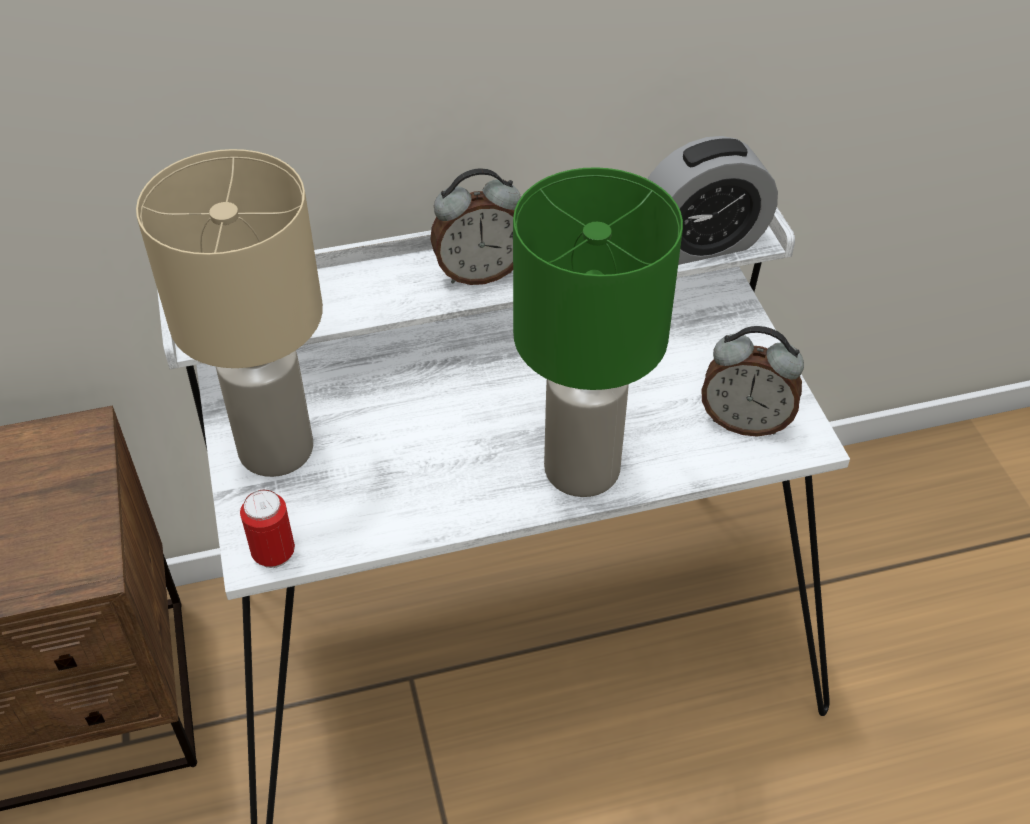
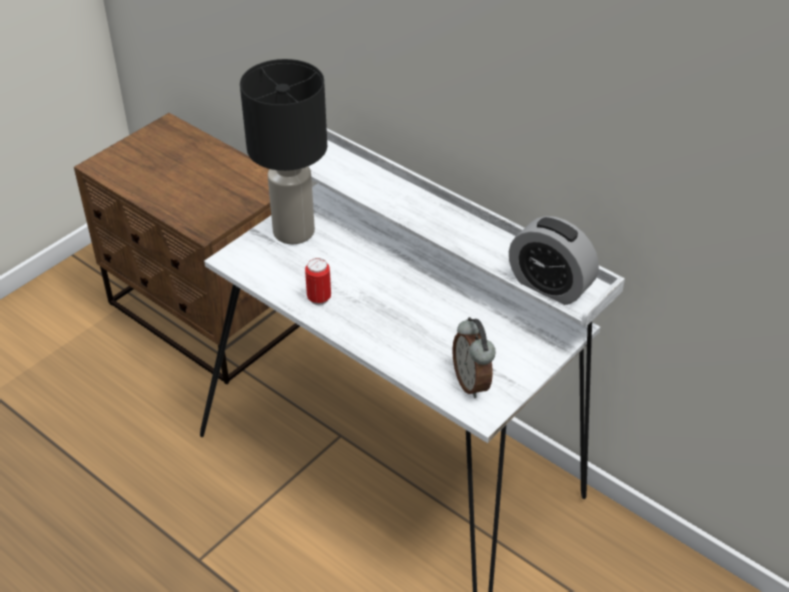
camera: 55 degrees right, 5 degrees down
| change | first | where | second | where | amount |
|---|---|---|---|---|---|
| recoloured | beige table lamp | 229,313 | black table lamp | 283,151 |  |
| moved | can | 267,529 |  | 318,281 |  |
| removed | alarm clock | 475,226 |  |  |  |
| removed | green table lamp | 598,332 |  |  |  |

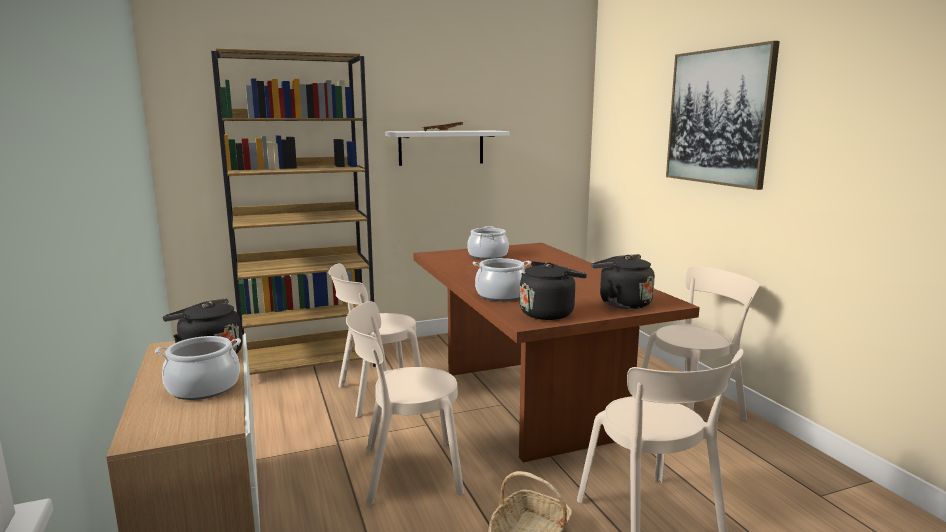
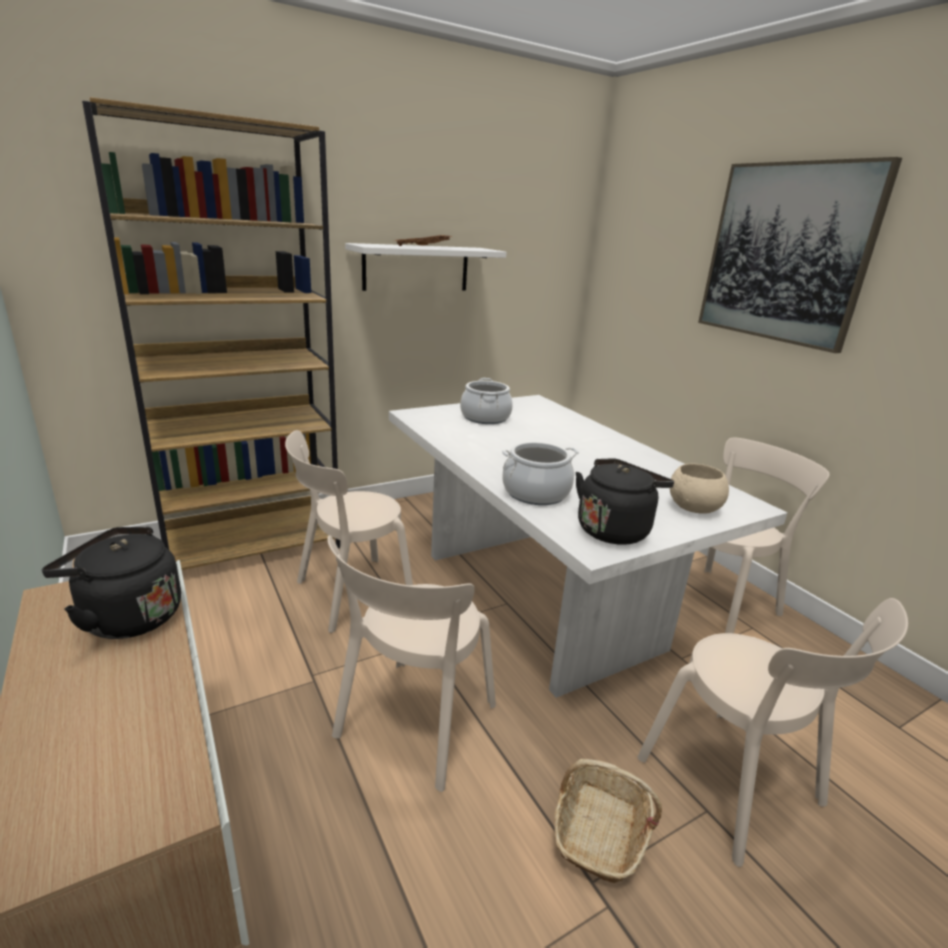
camera: 10 degrees left, 10 degrees up
| change | first | where | second | where | amount |
|---|---|---|---|---|---|
| turned | beige chair | 405,403 |  | 411,664 | 45 degrees counterclockwise |
| recoloured | brown dining table | 556,352 | white dining table | 588,546 |  |
| replaced | black kettle | 623,281 | beige bowl | 699,489 |  |
| removed | cooking pot | 198,368 |  |  |  |

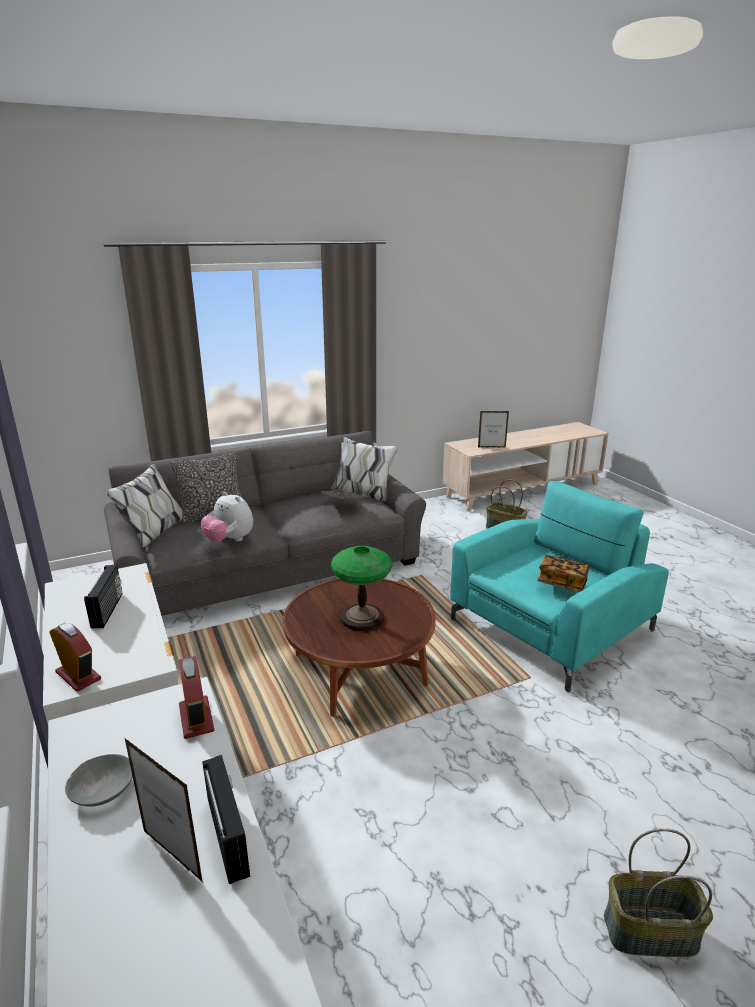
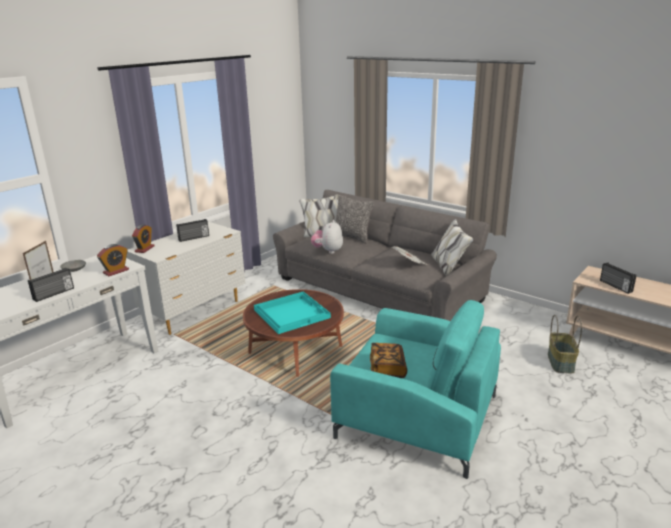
camera: 65 degrees right, 0 degrees up
| change | first | where | second | where | amount |
|---|---|---|---|---|---|
| replaced | table lamp | 361,588 | turquoise tray | 292,312 |  |
| replaced | picture frame | 493,429 | radio | 618,278 |  |
| removed | basket | 658,892 |  |  |  |

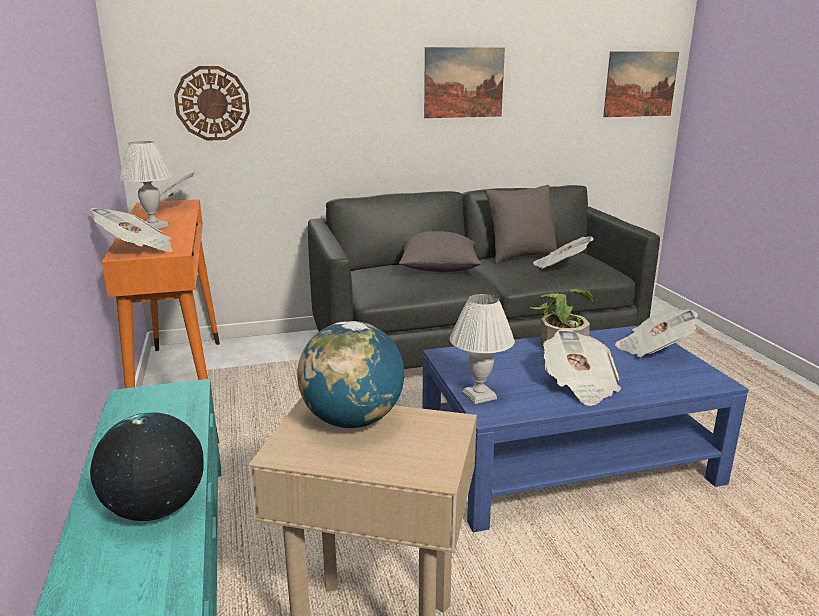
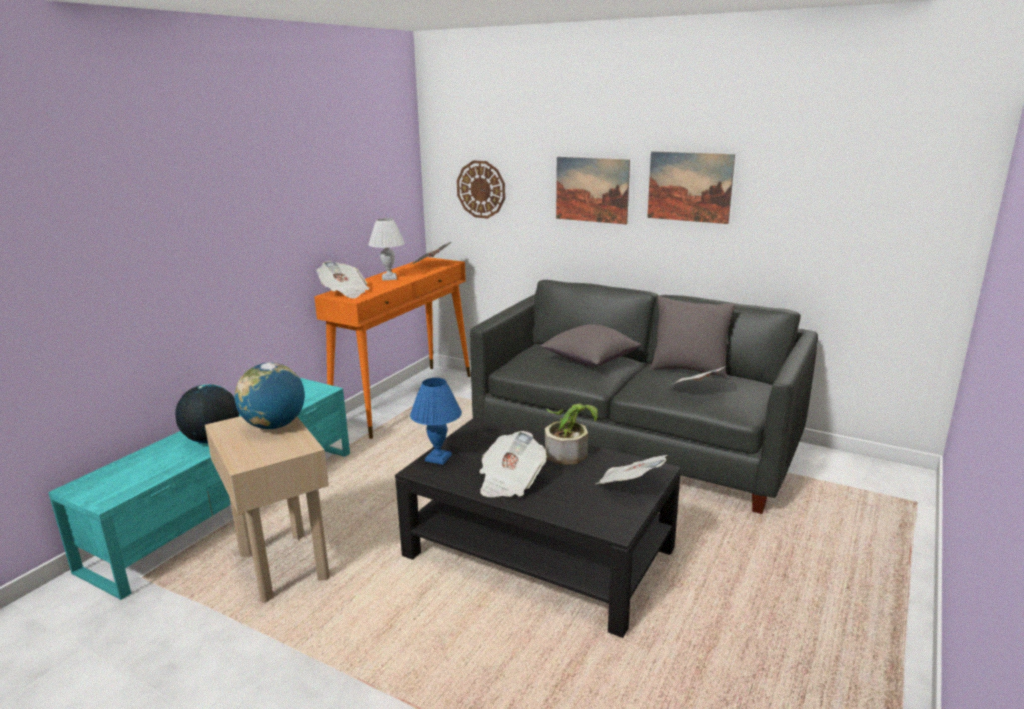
camera: 45 degrees right, 0 degrees up
| change | first | where | second | where | amount |
|---|---|---|---|---|---|
| recoloured | blue coffee table | 585,428 | black coffee table | 538,527 |  |
| recoloured | white table lamp | 482,349 | blue table lamp | 436,421 |  |
| moved | picture | 641,84 |  | 593,191 |  |

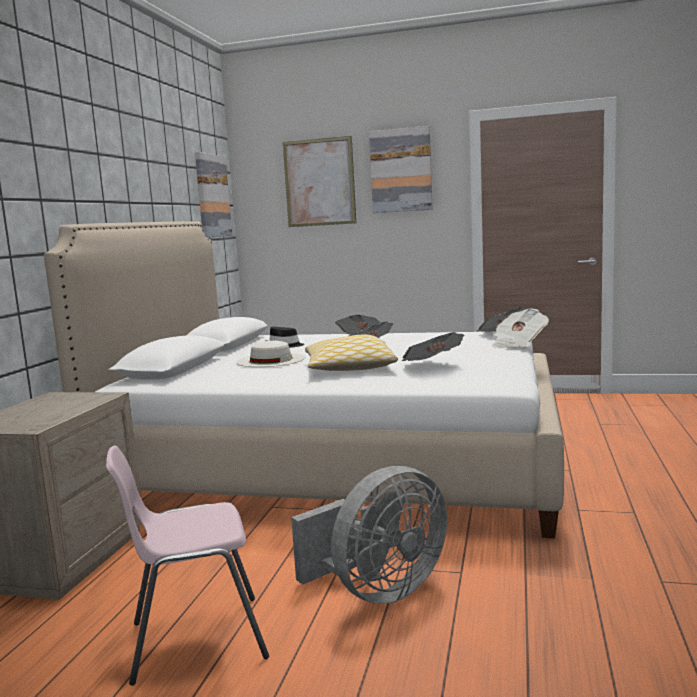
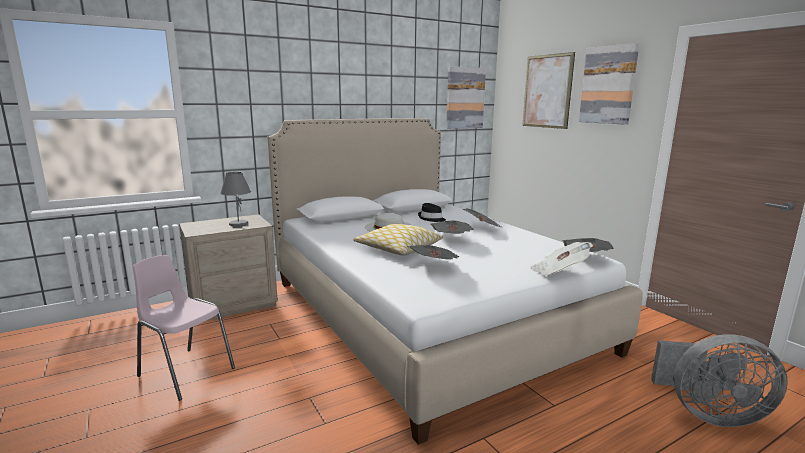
camera: 45 degrees right, 5 degrees up
| change | first | where | second | where | amount |
|---|---|---|---|---|---|
| added |  |  | grey table lamp | 235,199 |  |
| moved | grey fan | 369,535 |  | 719,380 |  |

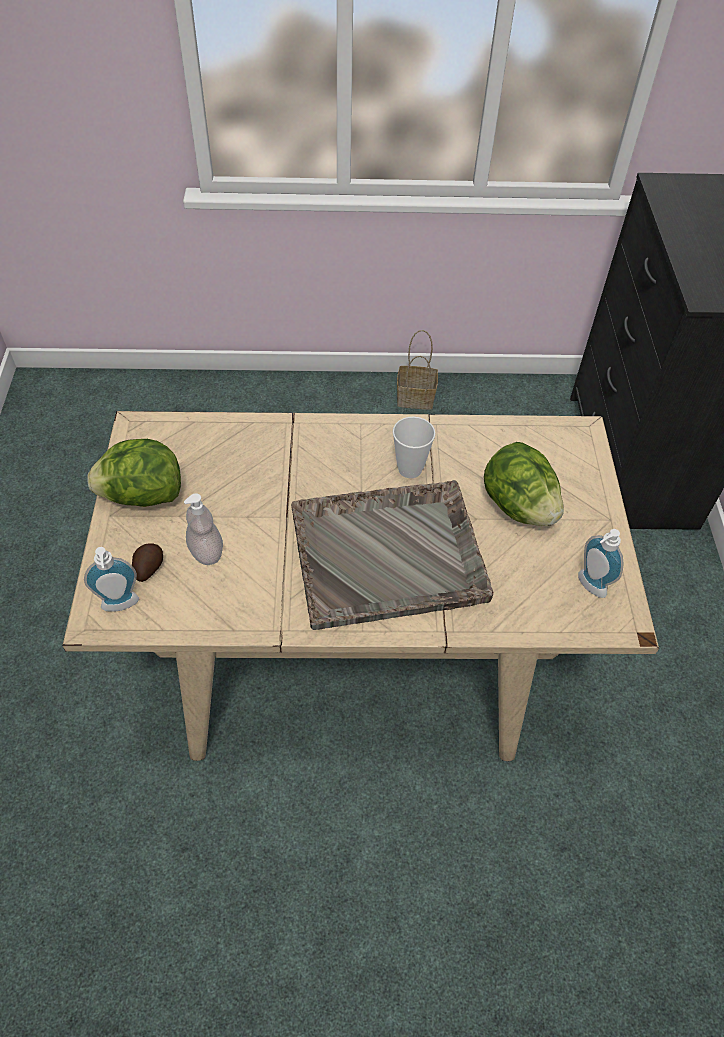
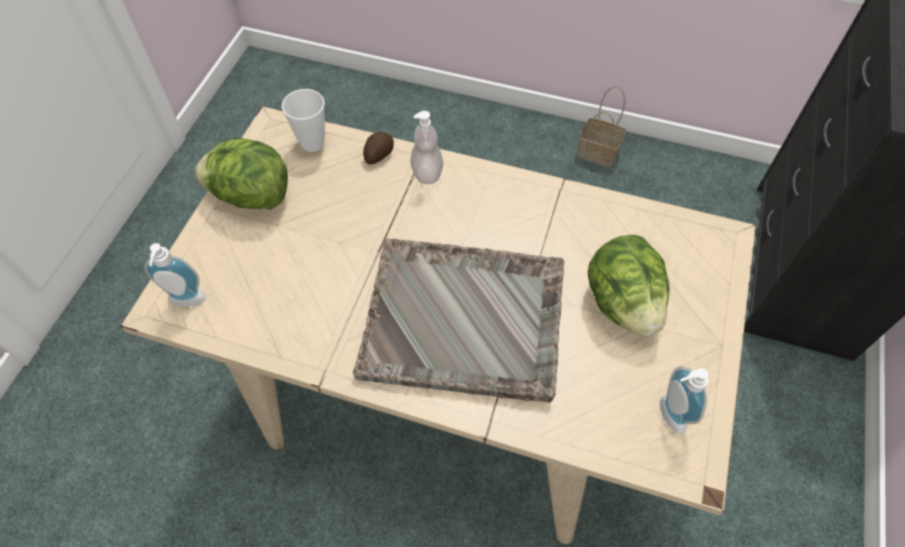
camera: 20 degrees right, 5 degrees up
| change | first | where | second | where | amount |
|---|---|---|---|---|---|
| moved | cup | 414,447 |  | 303,120 |  |
| moved | potato | 147,562 |  | 378,148 |  |
| moved | soap dispenser | 203,529 |  | 427,147 |  |

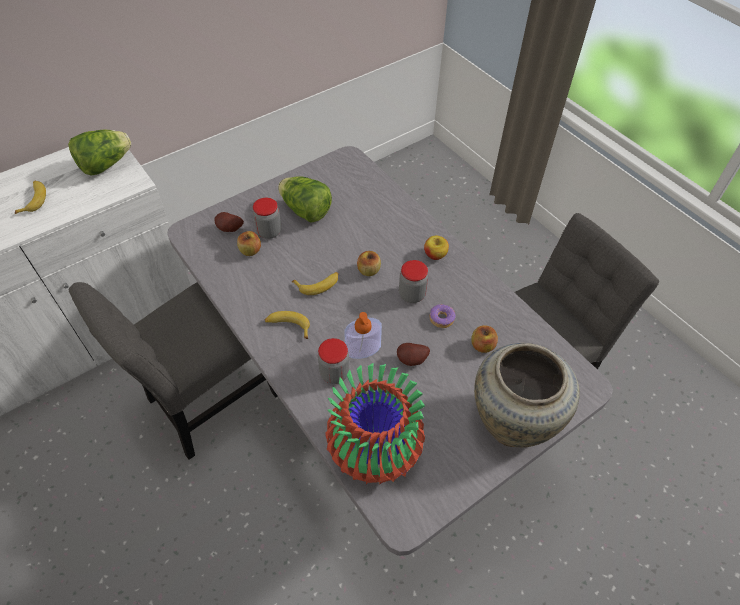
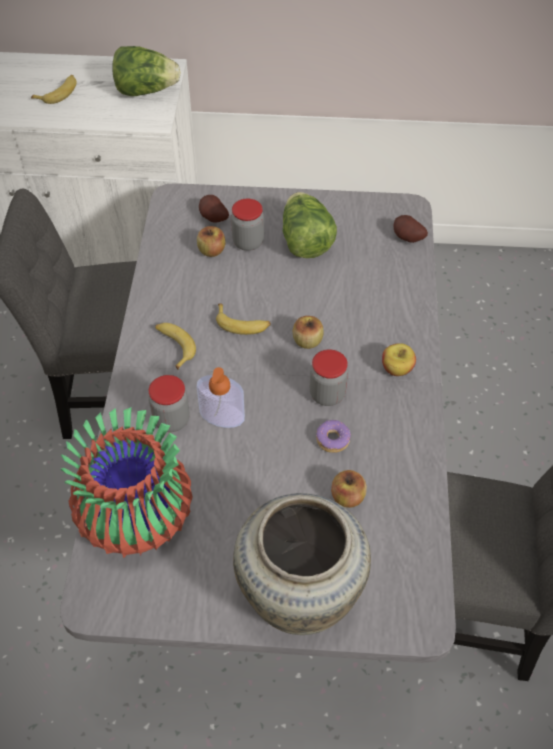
camera: 40 degrees right, 0 degrees up
| change | first | where | second | where | amount |
|---|---|---|---|---|---|
| moved | potato | 413,354 |  | 410,229 |  |

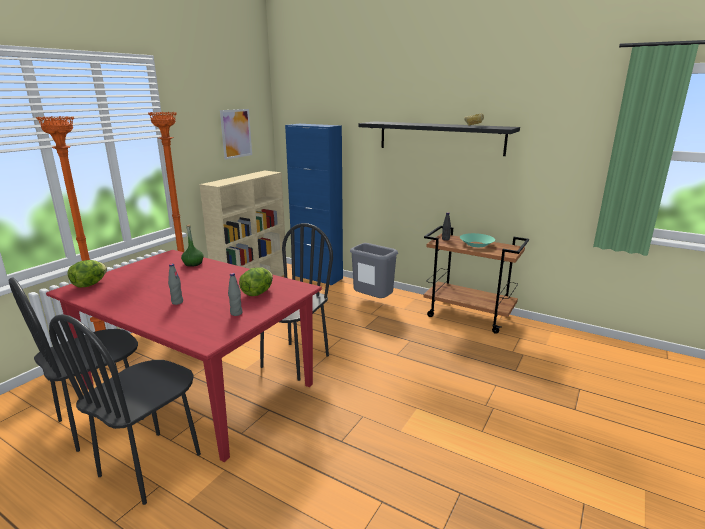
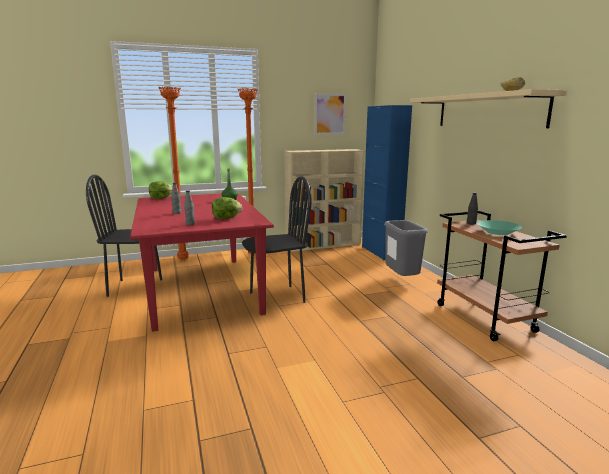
camera: 40 degrees right, 5 degrees down
| change | first | where | second | where | amount |
|---|---|---|---|---|---|
| recoloured | black shelf | 439,138 | beige shelf | 488,108 |  |
| removed | black chair | 125,409 |  |  |  |

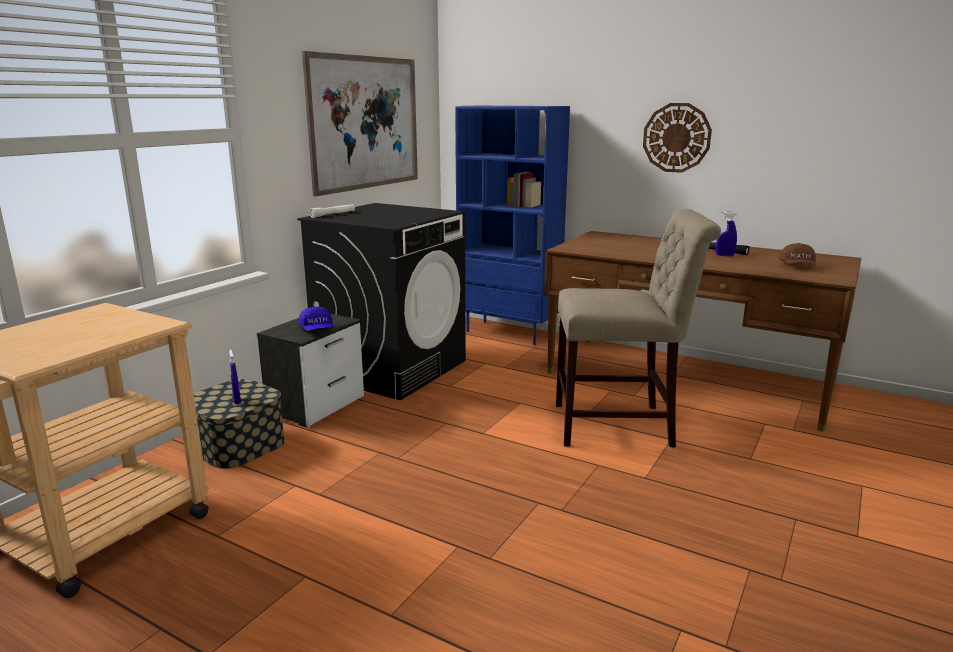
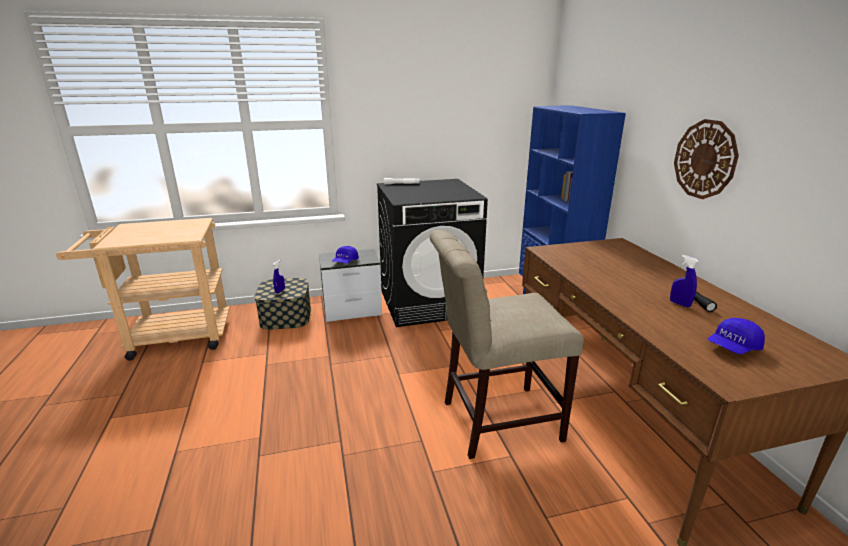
camera: 45 degrees right, 5 degrees up
| change | first | where | second | where | amount |
|---|---|---|---|---|---|
| turned | beige chair | 638,328 |  | 507,344 | 120 degrees clockwise |
| recoloured | brown cap | 797,254 | blue cap | 736,336 |  |
| removed | picture | 360,123 |  |  |  |

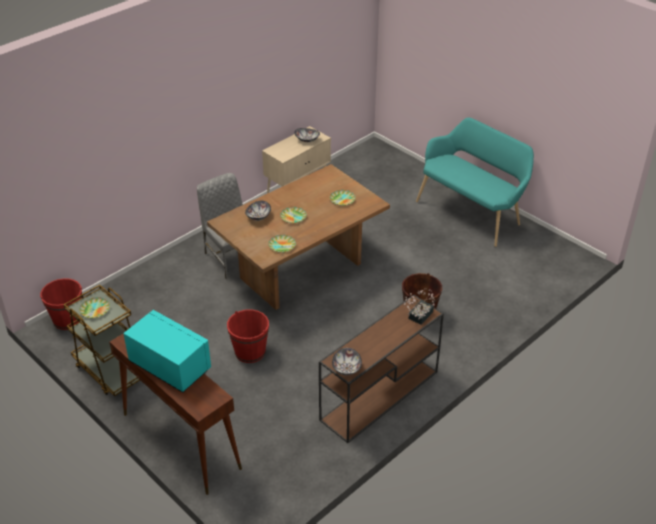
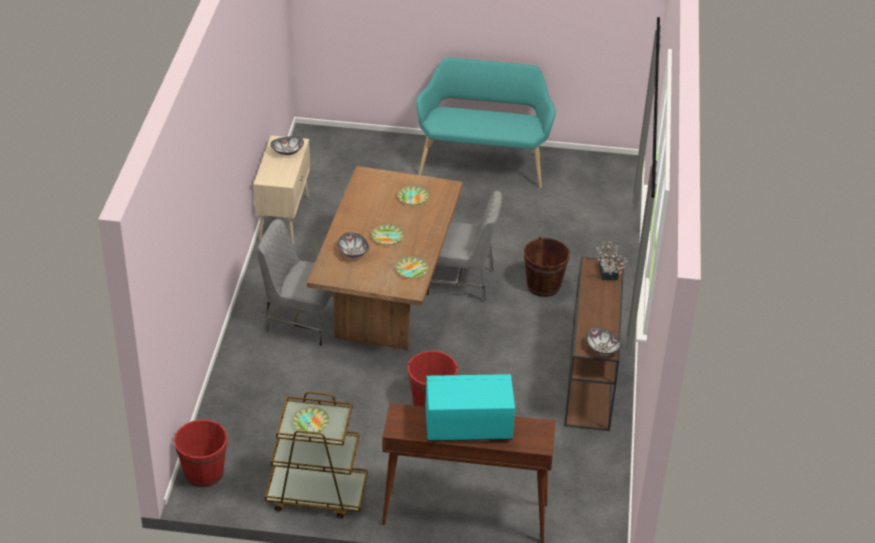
camera: 40 degrees left, 0 degrees up
| change | first | where | second | where | amount |
|---|---|---|---|---|---|
| added |  |  | grey chair | 465,246 |  |

